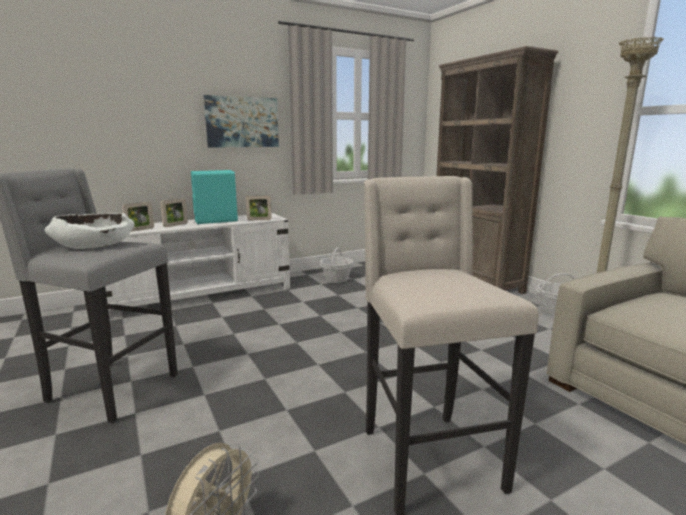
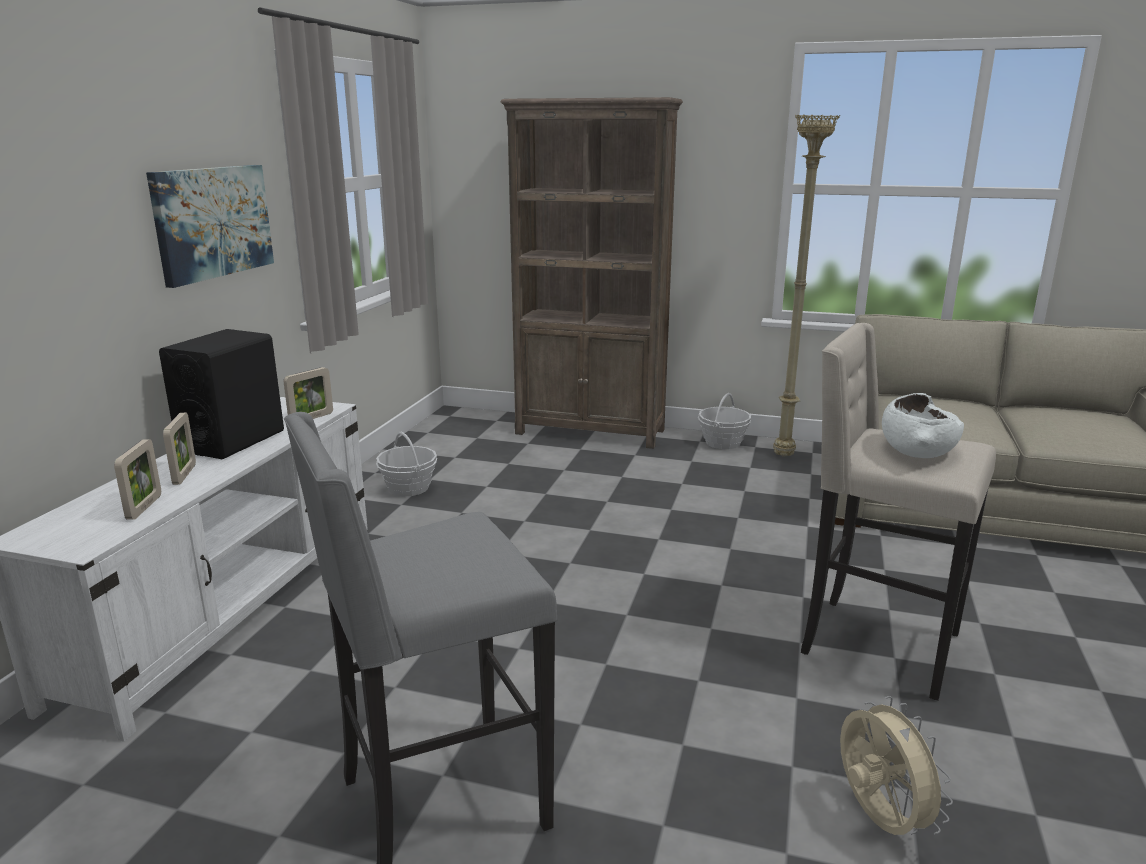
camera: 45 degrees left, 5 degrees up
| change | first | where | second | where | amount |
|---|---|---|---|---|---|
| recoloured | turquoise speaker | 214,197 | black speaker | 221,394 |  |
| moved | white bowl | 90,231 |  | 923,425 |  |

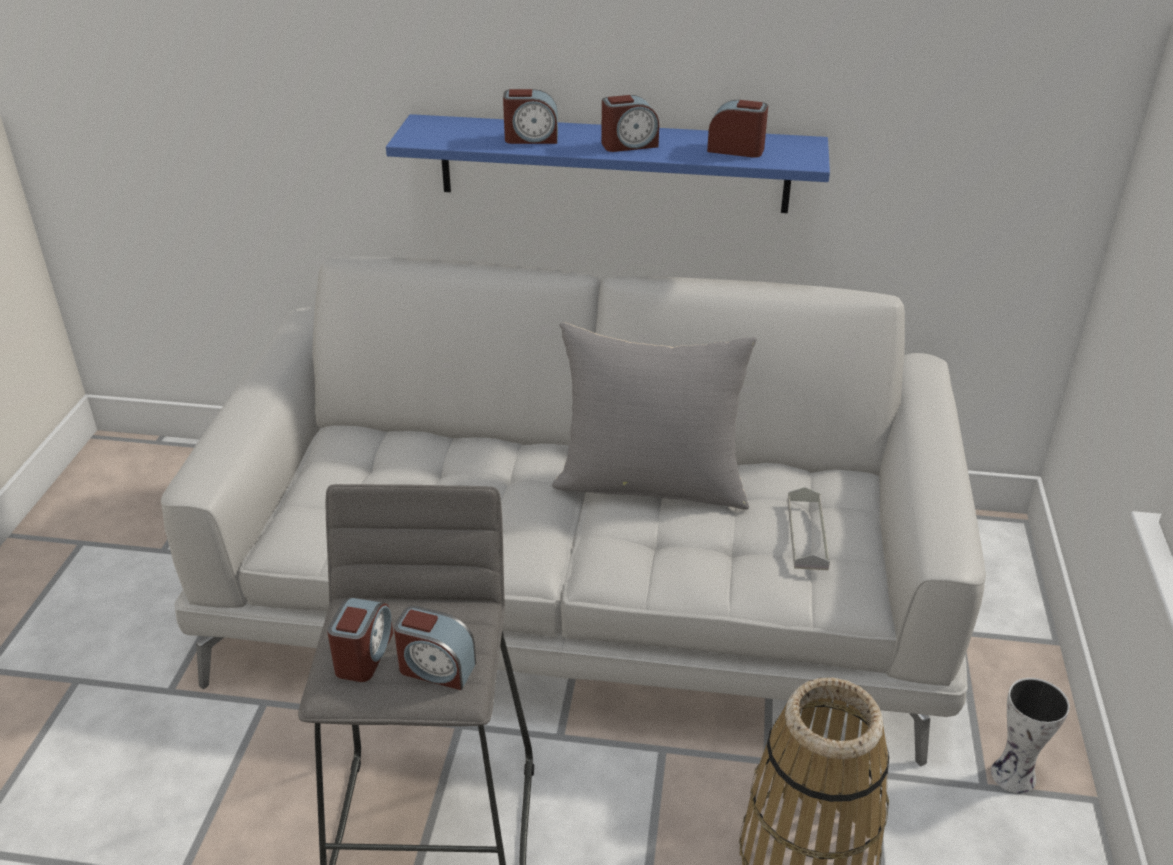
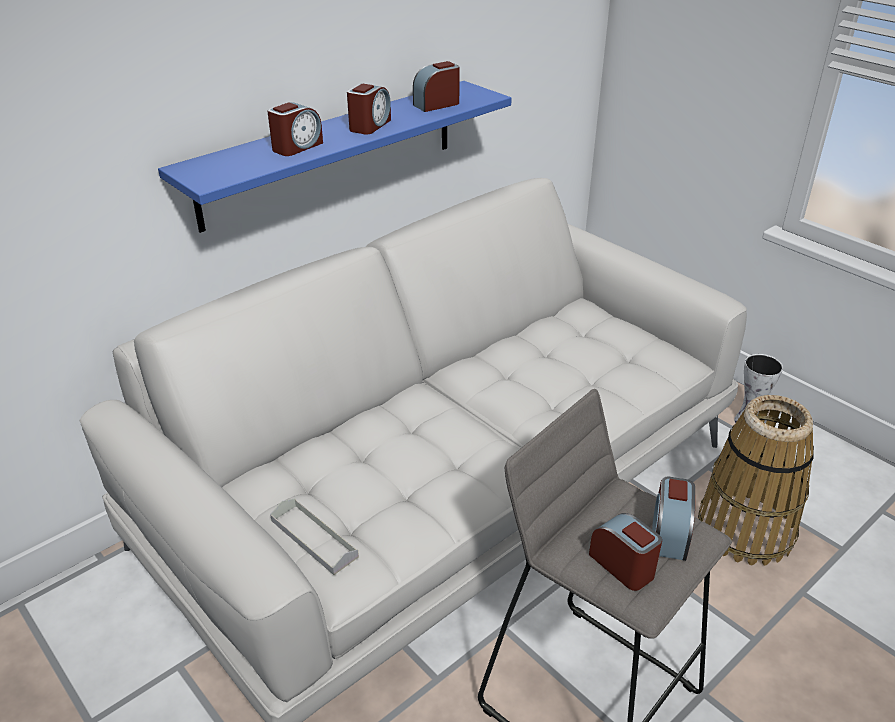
camera: 50 degrees left, 0 degrees up
| change | first | where | second | where | amount |
|---|---|---|---|---|---|
| moved | grey tray | 808,528 |  | 314,536 |  |
| turned | alarm clock | 435,648 |  | 673,519 | 135 degrees clockwise |
| removed | grey pillow | 654,416 |  |  |  |

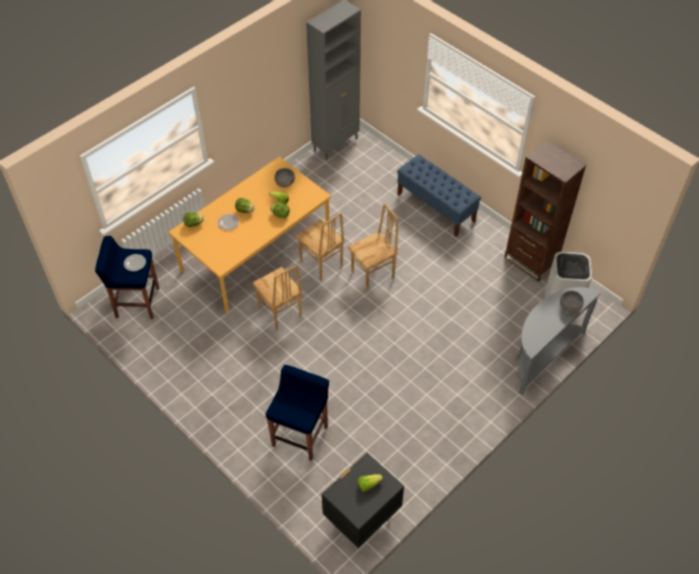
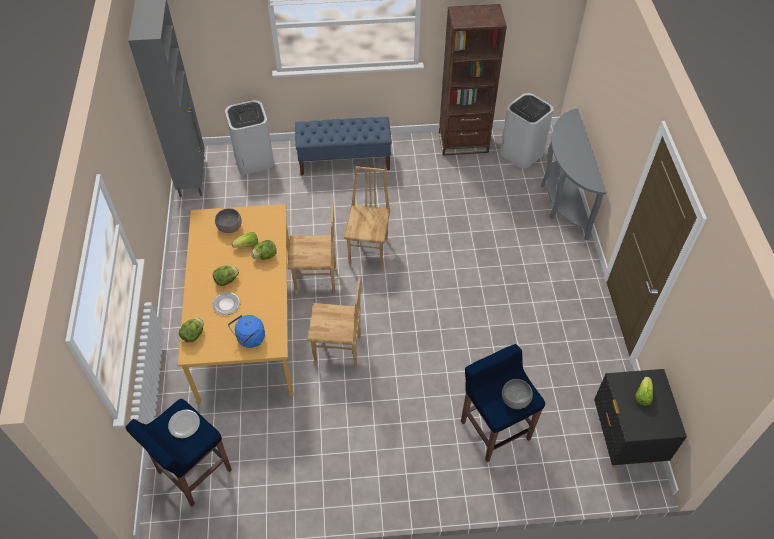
camera: 50 degrees left, 0 degrees up
| change | first | where | second | where | amount |
|---|---|---|---|---|---|
| added |  |  | white trash can | 249,137 |  |
| added |  |  | blue kettle | 246,331 |  |
| moved | grey bowl | 572,302 |  | 517,394 |  |

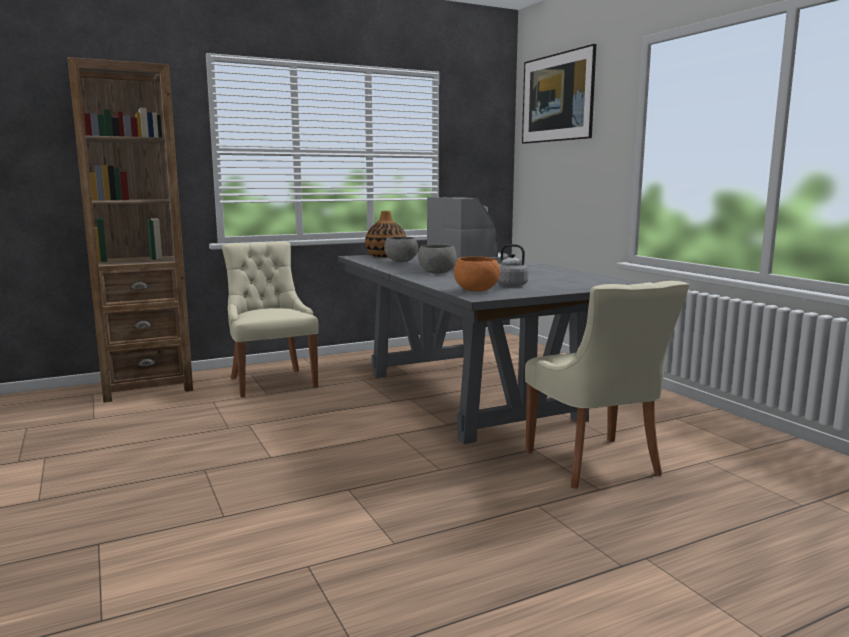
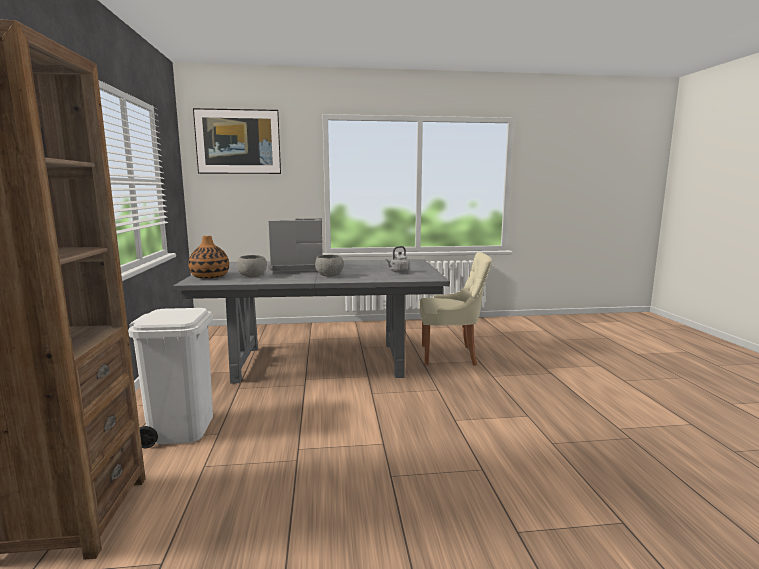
camera: 70 degrees left, 0 degrees up
| change | first | where | second | where | amount |
|---|---|---|---|---|---|
| replaced | beige chair | 270,319 | white trash can | 170,378 |  |
| removed | orange bowl | 477,274 |  |  |  |

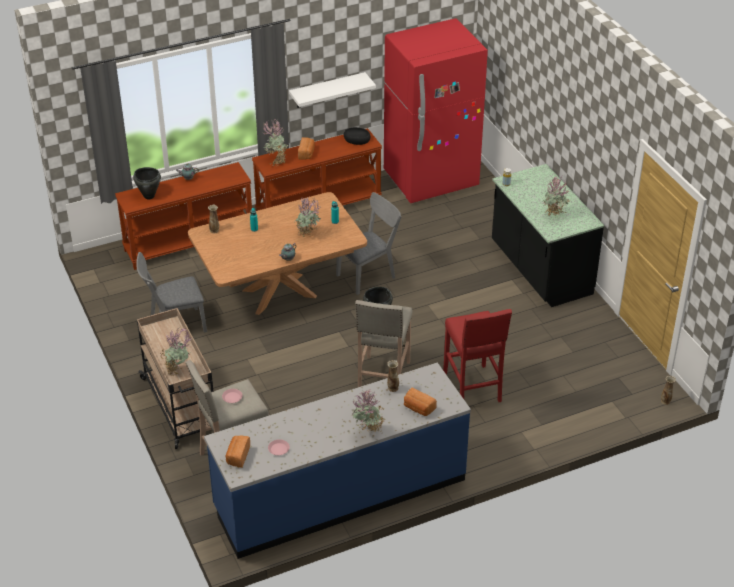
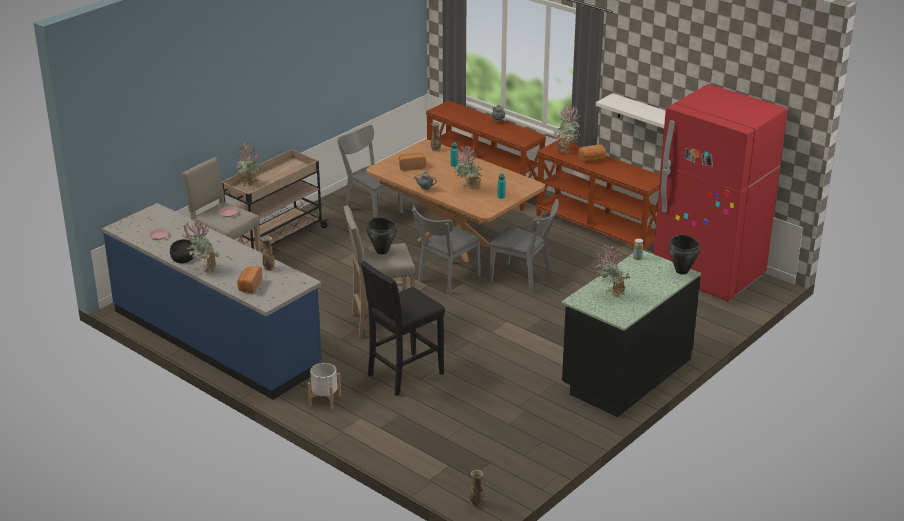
camera: 65 degrees right, 10 degrees down
| change | first | where | second | where | amount |
|---|---|---|---|---|---|
| moved | black bowl | 357,136 |  | 182,251 |  |
| added |  |  | white planter | 324,386 |  |
| recoloured | red stool | 477,355 | black stool | 403,328 |  |
| moved | bread | 238,451 |  | 412,162 |  |
| added |  |  | grey chair | 446,249 |  |
| moved | black cooking pot | 147,183 |  | 684,254 |  |

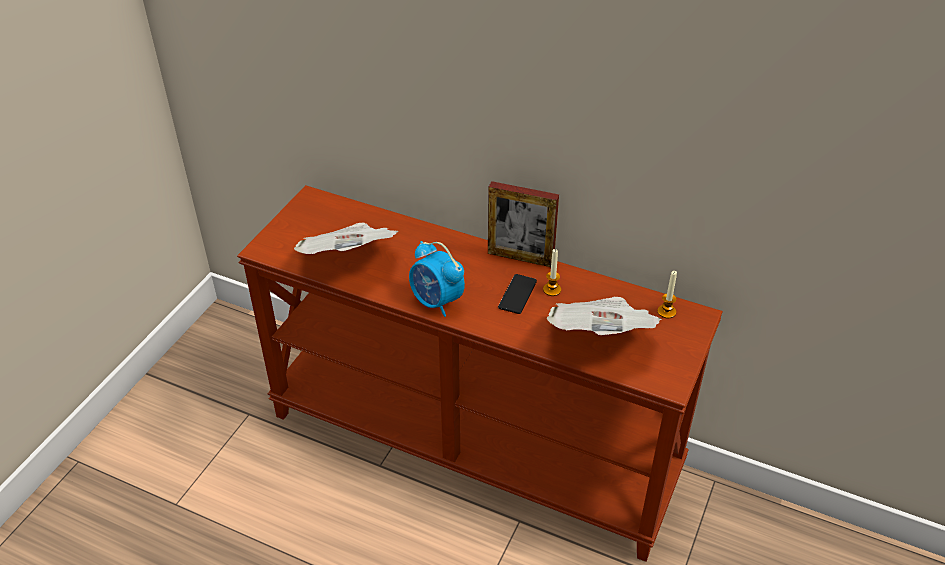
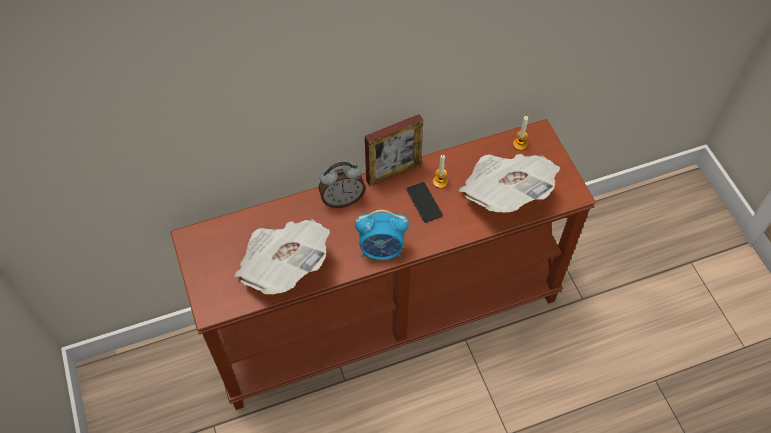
camera: 45 degrees left, 15 degrees up
| change | first | where | second | where | amount |
|---|---|---|---|---|---|
| added |  |  | alarm clock | 342,185 |  |

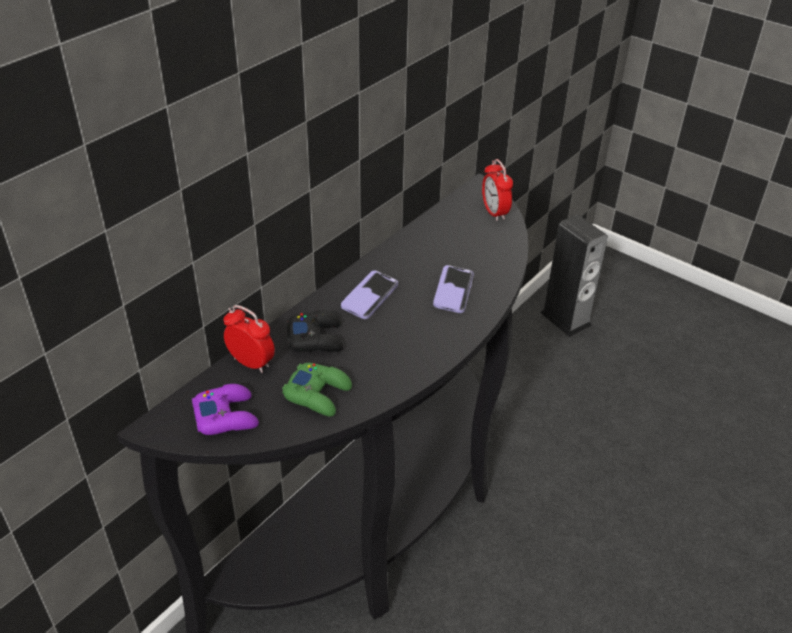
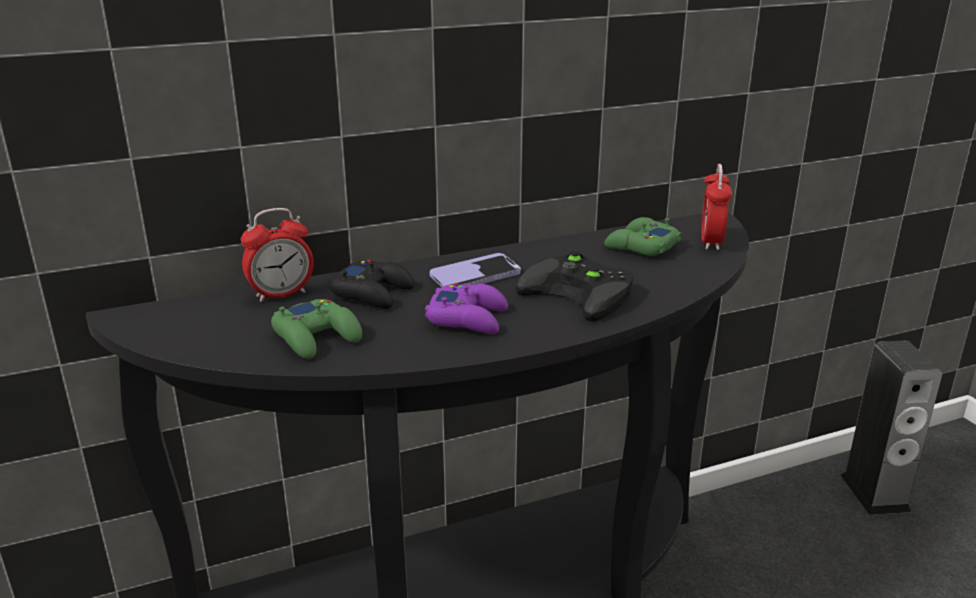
camera: 30 degrees right, 15 degrees down
| change | first | where | second | where | amount |
|---|---|---|---|---|---|
| turned | alarm clock | 249,339 |  | 277,255 | 90 degrees clockwise |
| moved | purple game controller | 225,409 |  | 466,309 |  |
| replaced | phone | 453,289 | black game controller | 575,285 |  |
| added |  |  | green game controller | 642,236 |  |

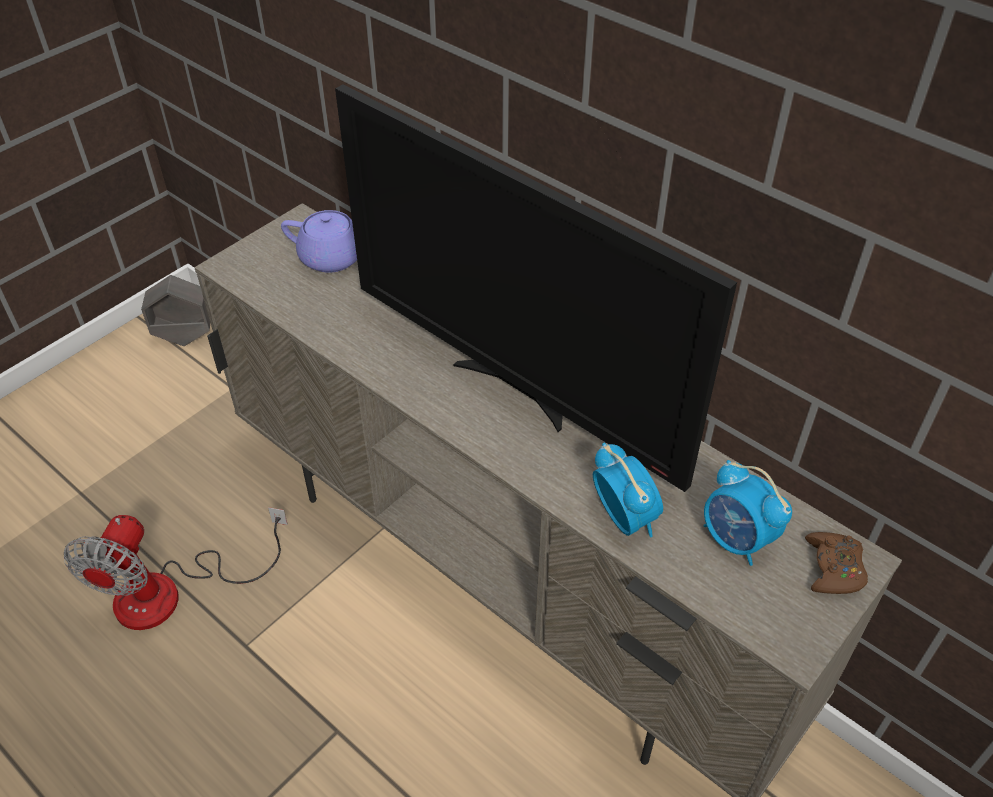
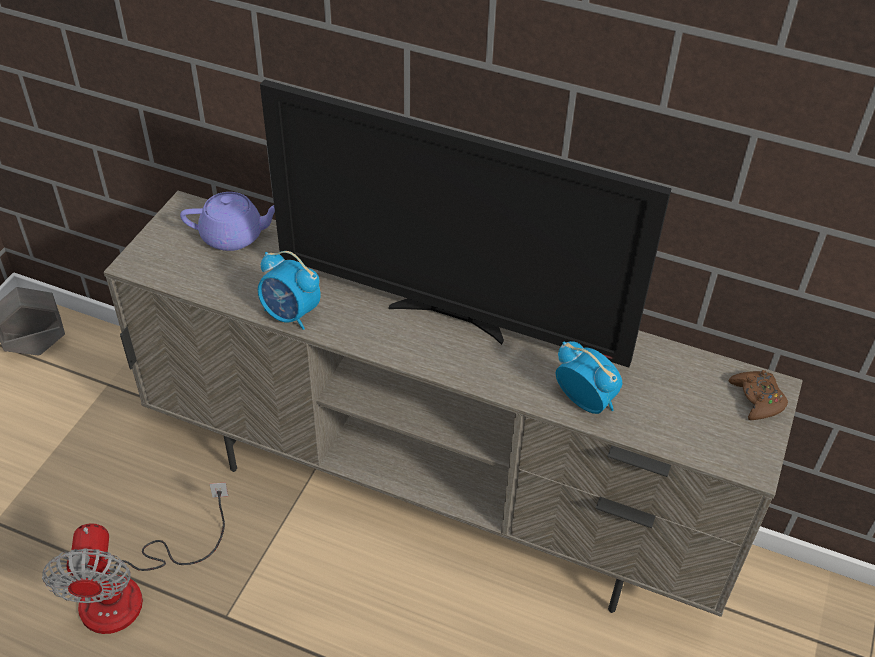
camera: 20 degrees left, 0 degrees up
| change | first | where | second | where | amount |
|---|---|---|---|---|---|
| moved | alarm clock | 748,513 |  | 289,290 |  |

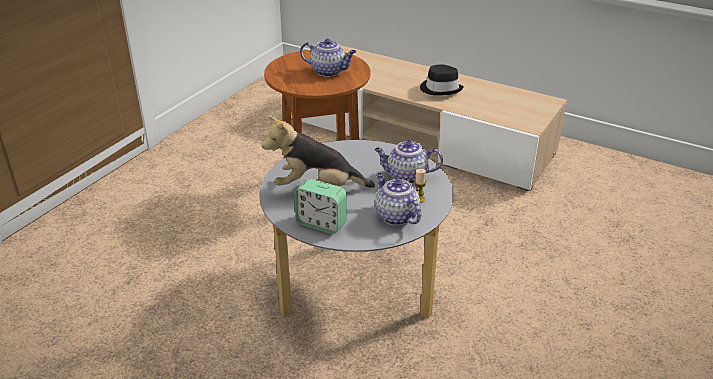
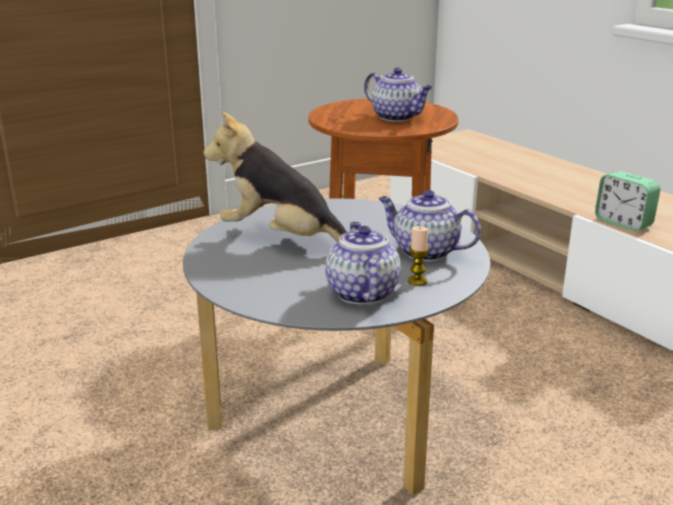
camera: 25 degrees right, 10 degrees down
| change | first | where | second | where | amount |
|---|---|---|---|---|---|
| moved | alarm clock | 321,206 |  | 628,201 |  |
| removed | black hat | 442,80 |  |  |  |

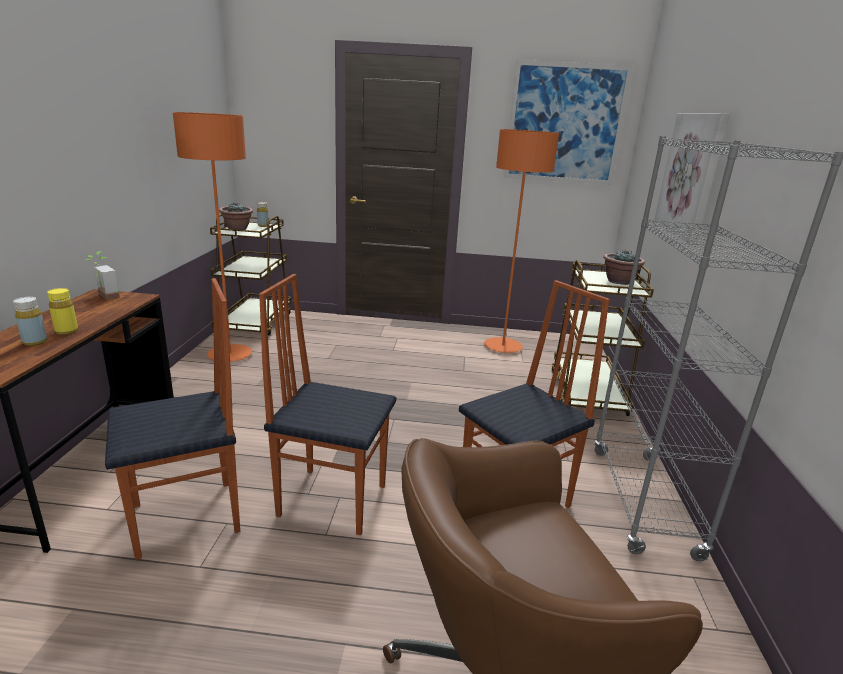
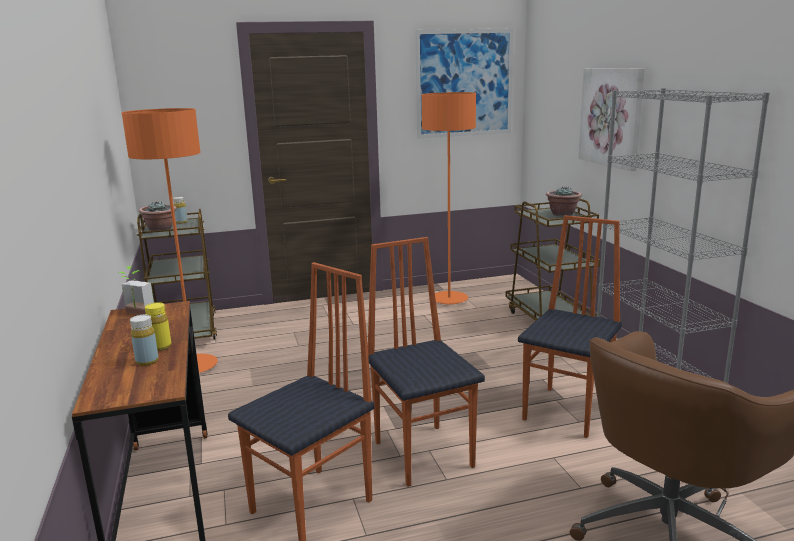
camera: 20 degrees left, 5 degrees down
| change | first | where | second | where | amount |
|---|---|---|---|---|---|
| turned | chair | 327,404 |  | 426,362 | 75 degrees clockwise |

